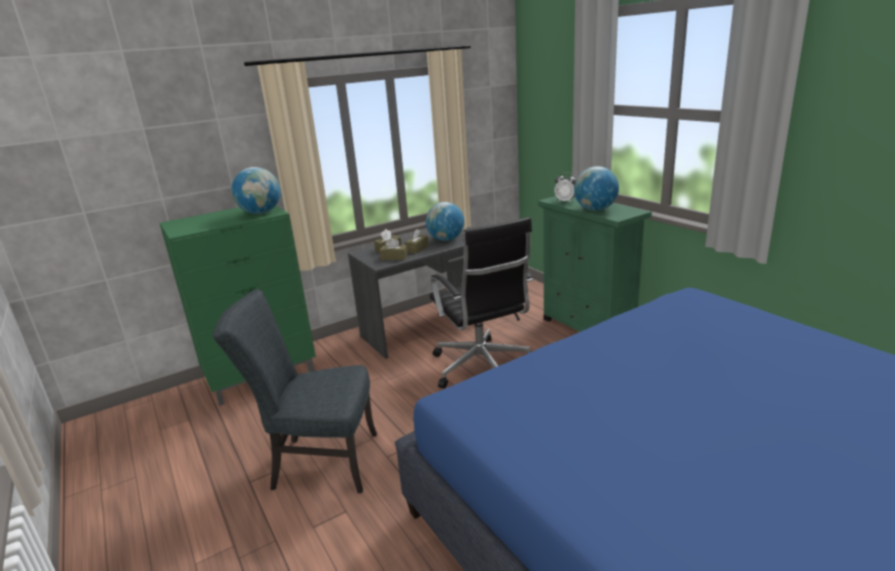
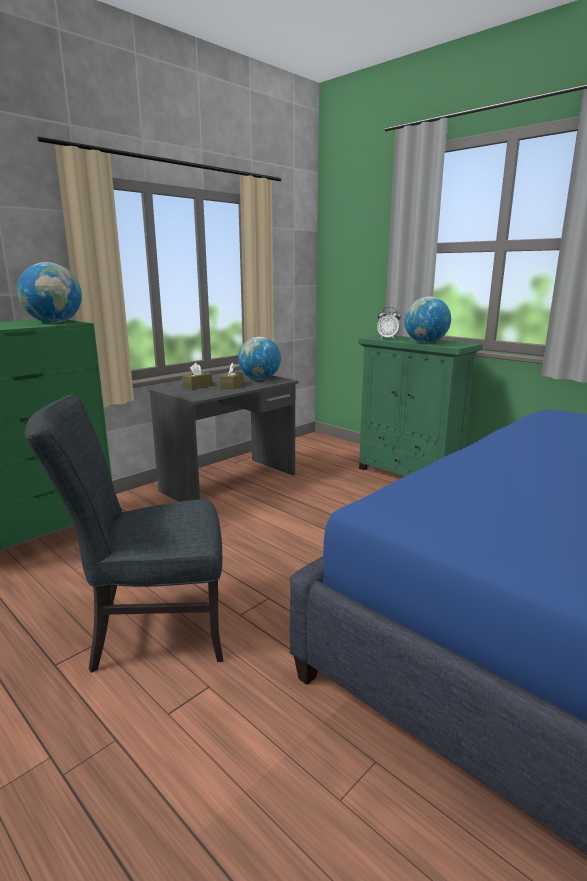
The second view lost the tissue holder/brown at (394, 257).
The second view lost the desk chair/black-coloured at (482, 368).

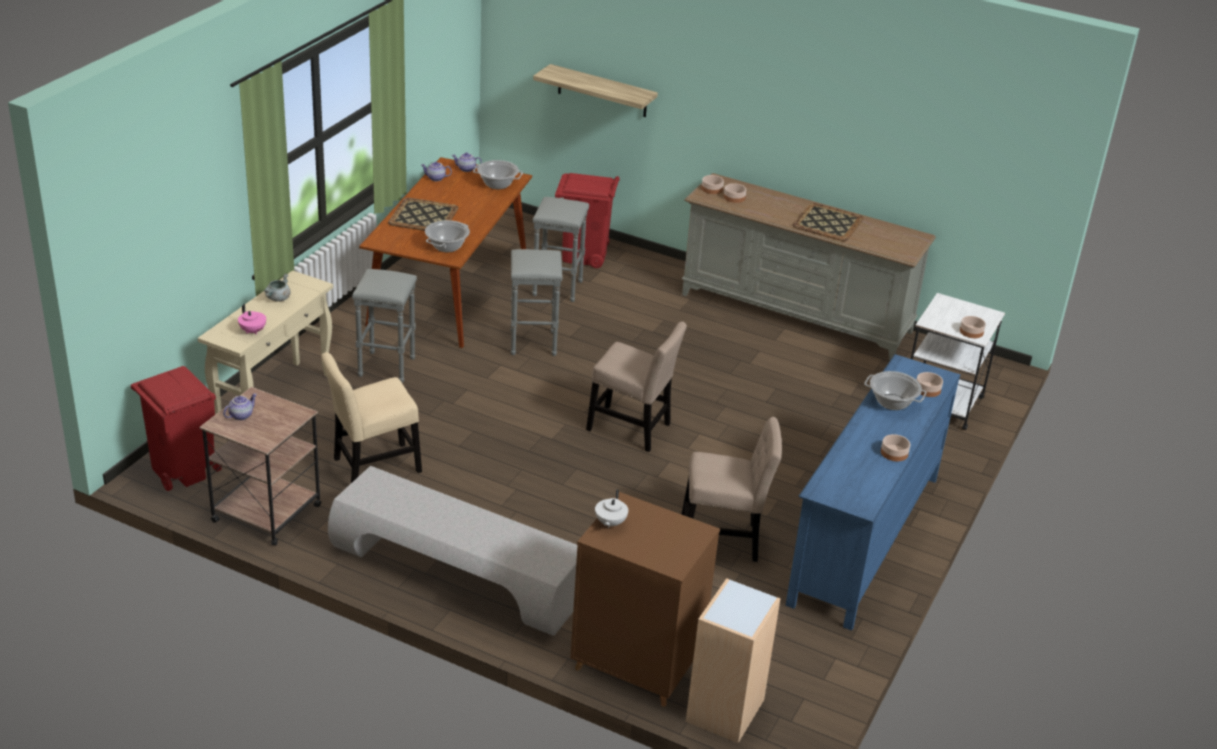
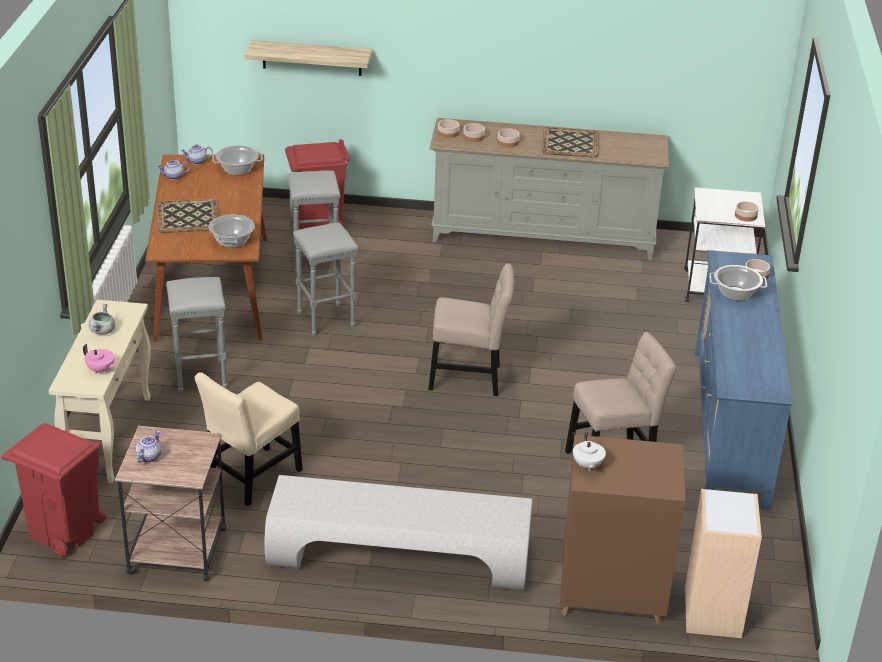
The deep dish ended up elsewhere, having gone from (893, 453) to (507, 142).

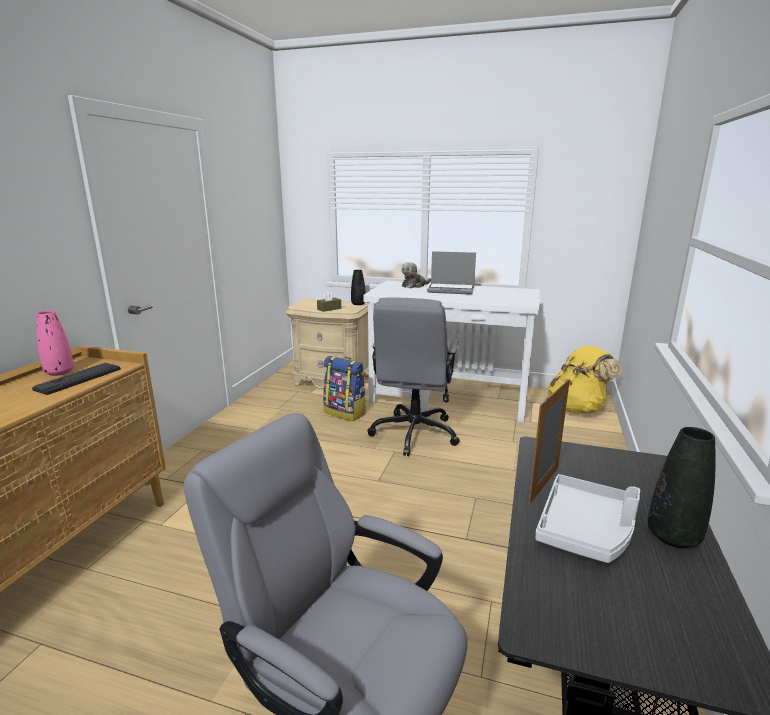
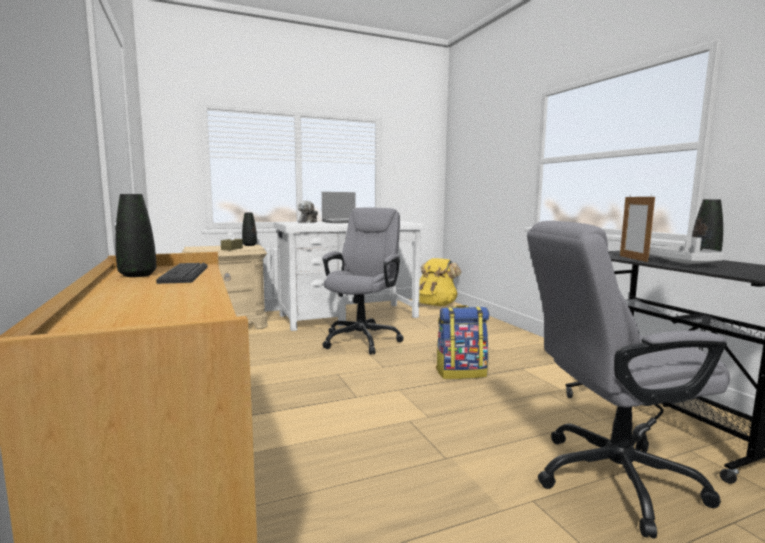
The rucksack ended up elsewhere, having gone from (345, 413) to (461, 373).
What was the vase/pink at (59, 372) turned into the vase/black-coloured at (137, 275).
The desk chair/greyish at (414, 436) ended up facing another way, 135 degrees counterclockwise from before.

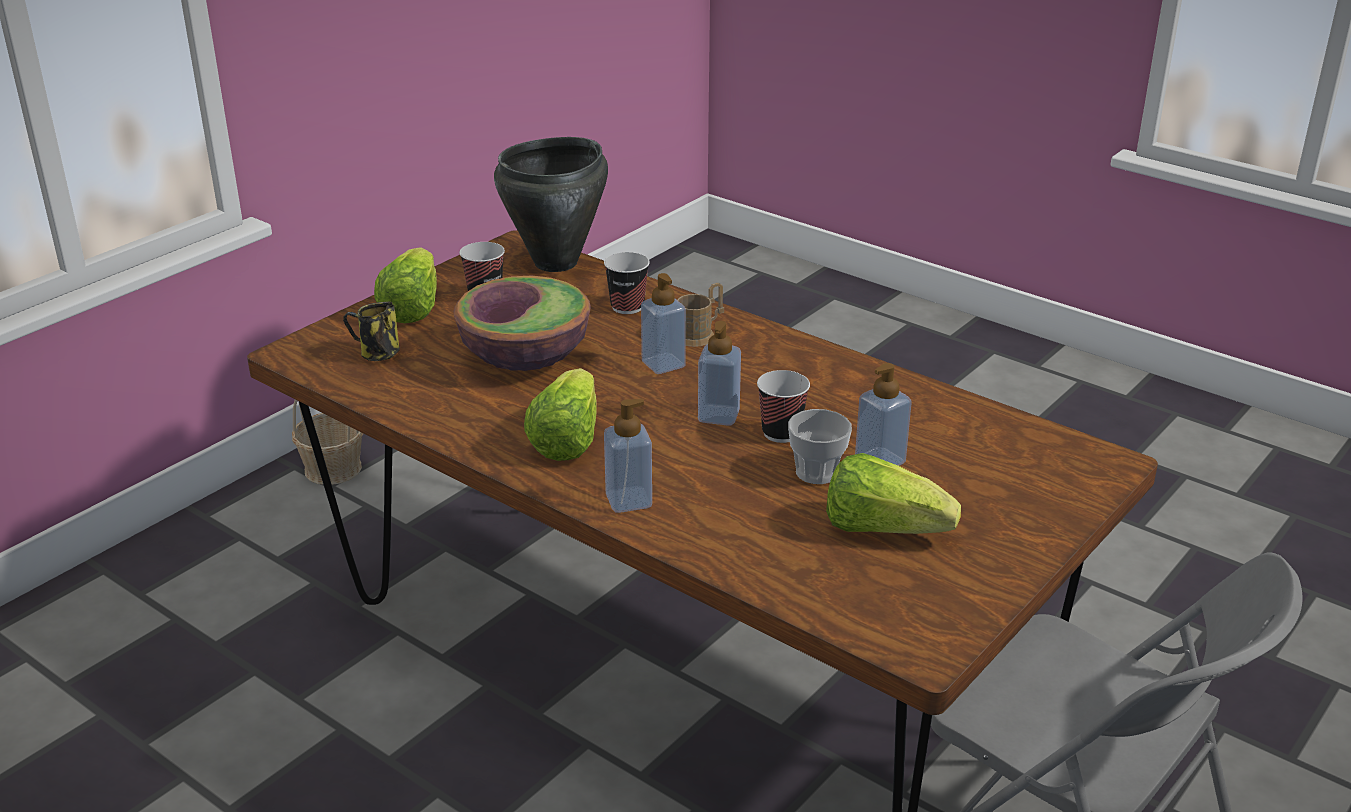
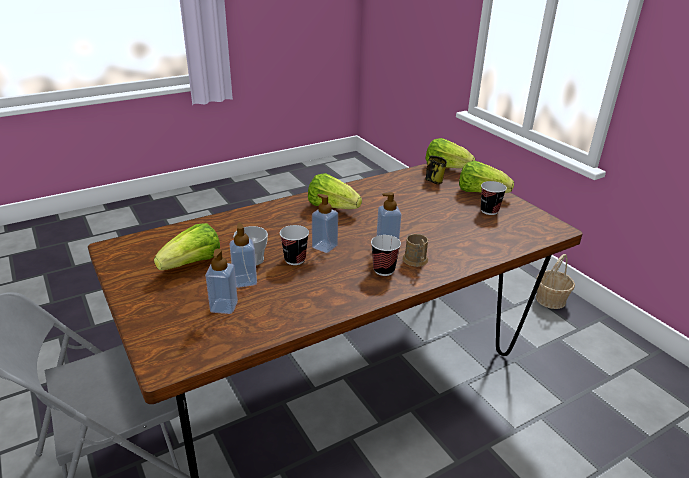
The second view lost the deep dish at (525, 358).
The second view lost the cooking pot/black-coloured at (557, 263).
The second view gained the lettuce at (446, 167).
The small cup ended up elsewhere, having gone from (627, 307) to (384, 270).
The soap bottle ended up elsewhere, having gone from (628, 500) to (224, 306).

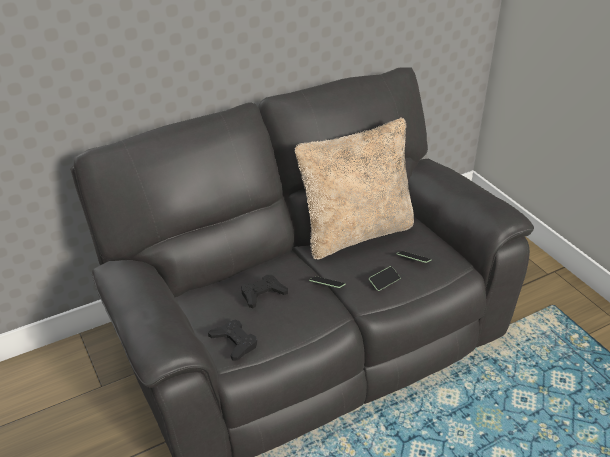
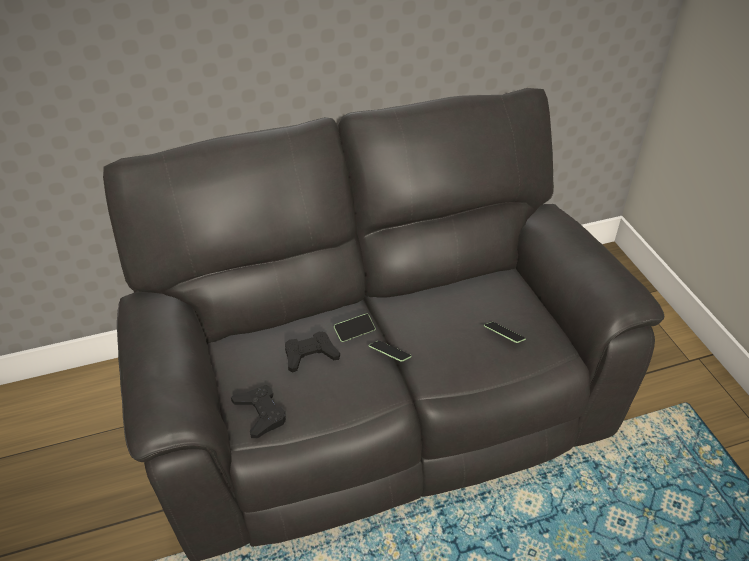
The second view lost the pillow/sand-coloured at (358, 235).
The handset ended up elsewhere, having gone from (384, 282) to (354, 331).

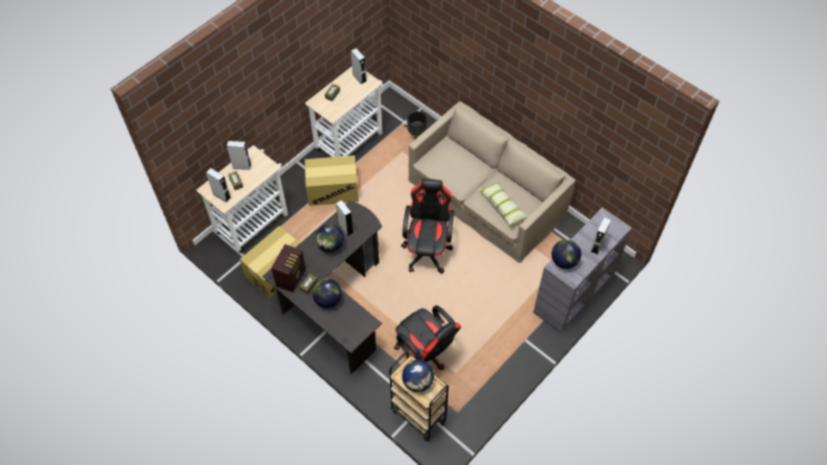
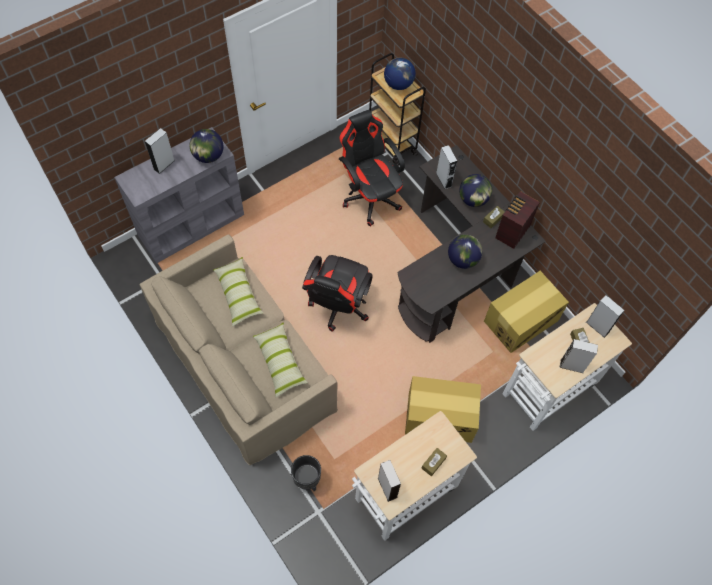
The second view gained the pillow at (280, 362).
The loudspeaker/greyish ended up elsewhere, having gone from (345, 228) to (444, 180).

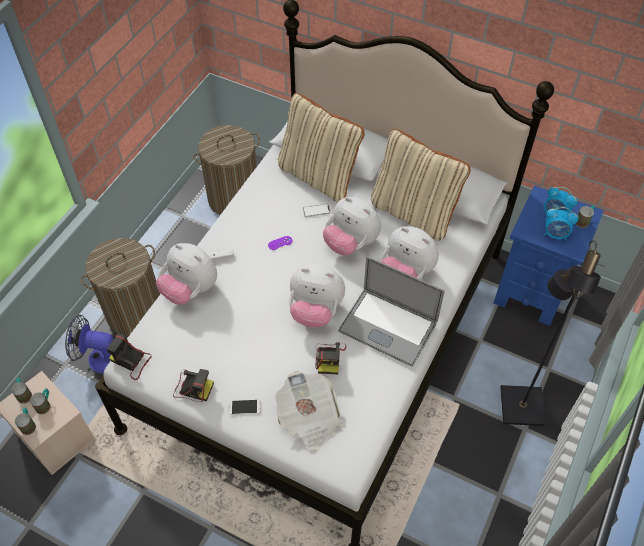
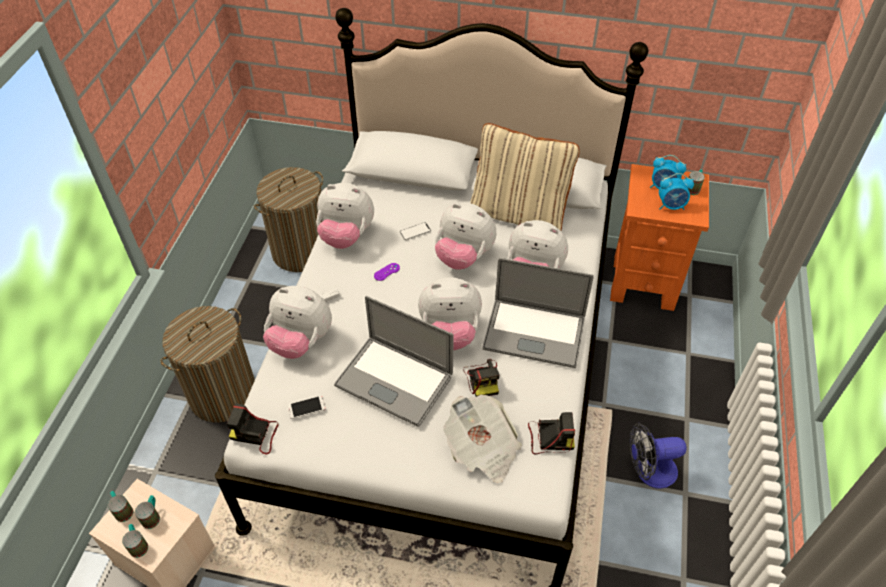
The second view lost the pillow/sand-coloured at (319, 176).
The second view lost the floor lamp/black-coloured at (522, 406).
The second view gained the cuddly toy at (346, 236).
The second view gained the portable computer at (394, 380).
The electric fan ended up elsewhere, having gone from (99, 358) to (649, 471).
The still camera ended up elsewhere, having gone from (192, 387) to (549, 438).
The handset ended up elsewhere, having gone from (244, 407) to (306, 407).
What was the night table/blue-coloured at (531, 294) turned into the night table/orange-coloured at (644, 283).

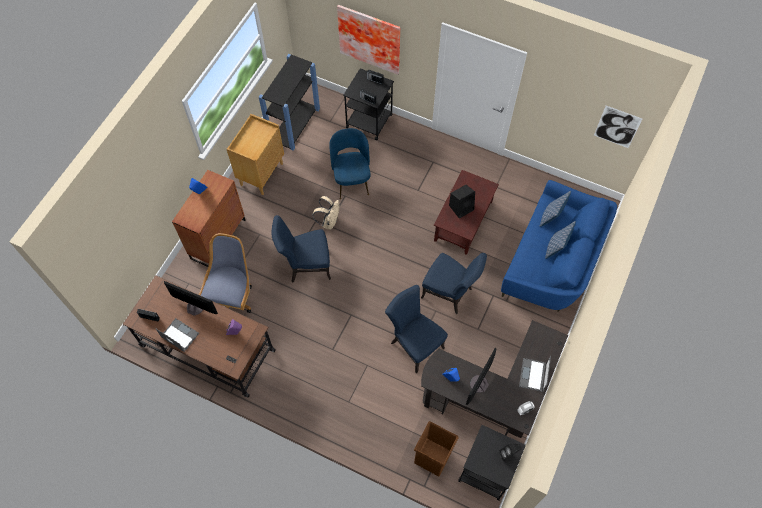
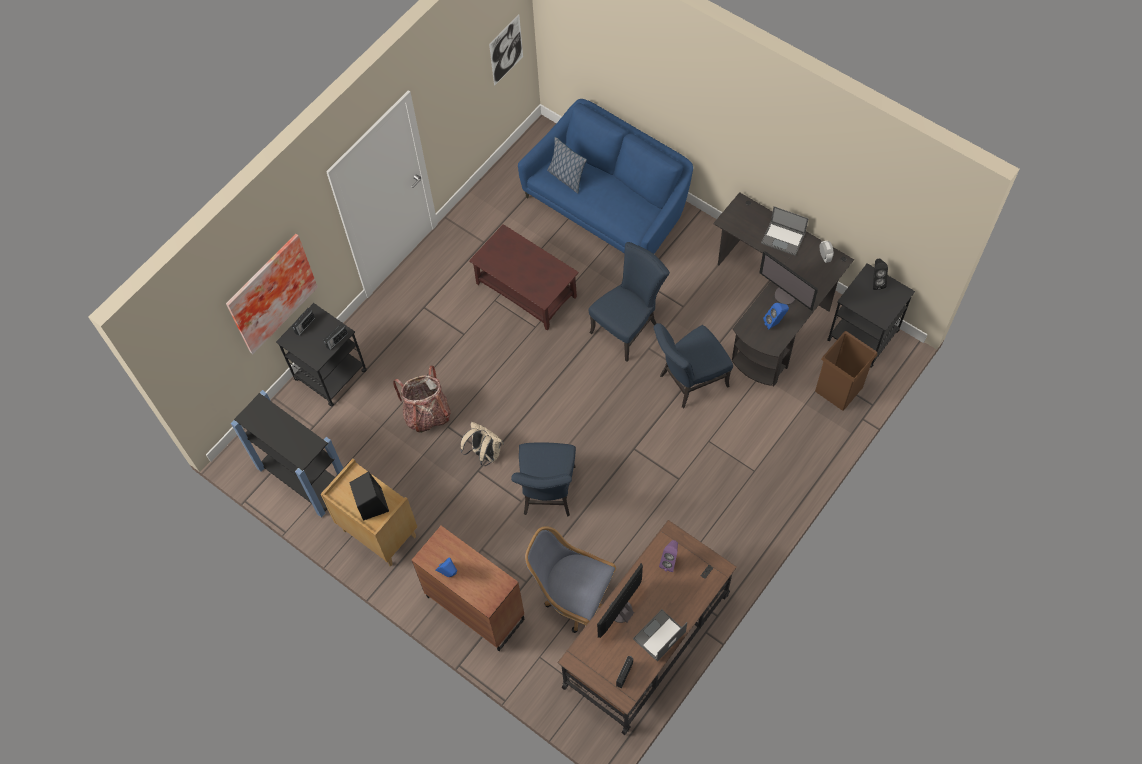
The second view lost the pillow at (556, 247).
The loudspeaker/black-coloured ended up elsewhere, having gone from (461, 207) to (371, 503).
Where the plain chair/blue-coloured stood at (352, 182), the rucksack came to stand at (427, 414).

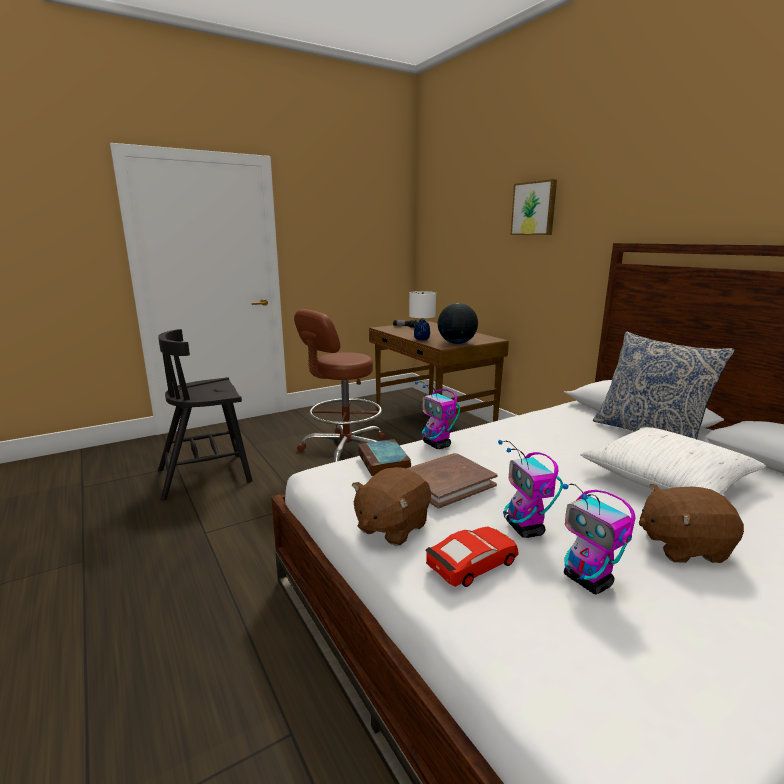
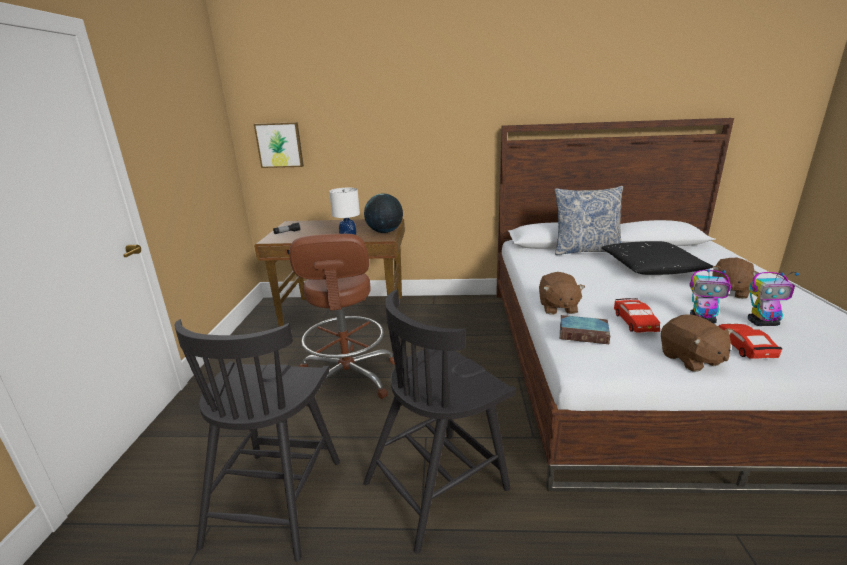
The second view gained the plain chair/black-coloured at (438, 483).
The wall art ended up elsewhere, having gone from (534, 208) to (280, 145).
Where the book/brown stood at (446, 483), the miniature car/red came to stand at (635, 322).
Where the toy robot stood at (437, 445), the cuddly toy/brown came to stand at (557, 307).
What was the pillow/white at (668, 480) turned into the pillow/black-coloured at (650, 268).

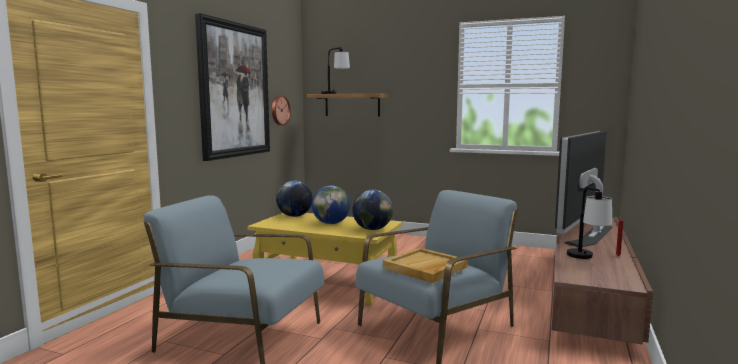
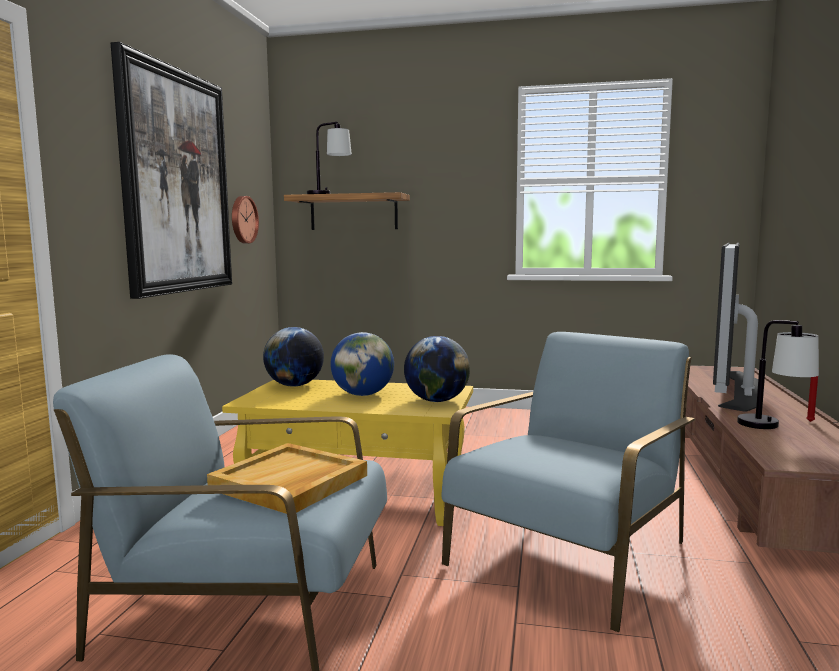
The tray/sand-coloured ended up elsewhere, having gone from (425, 268) to (289, 483).

